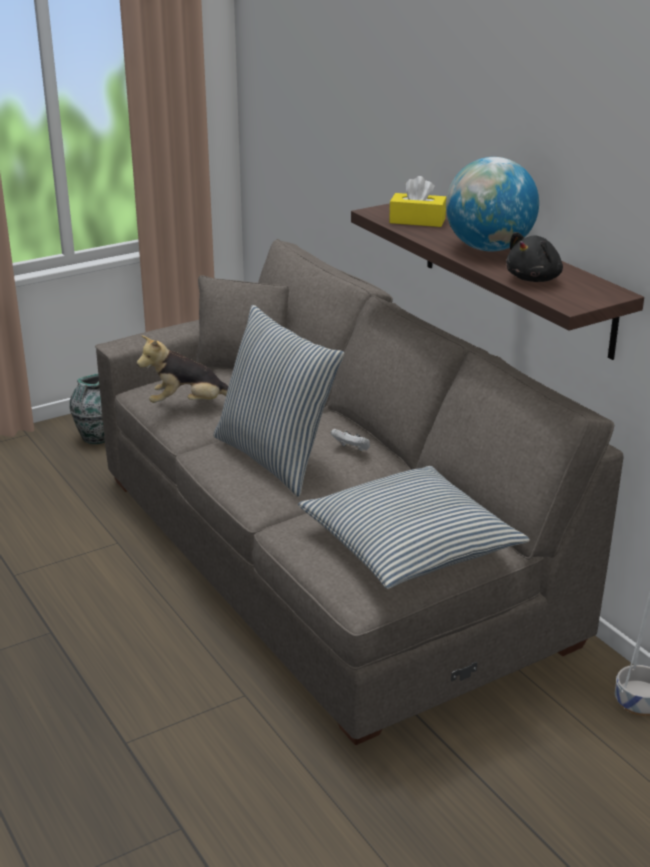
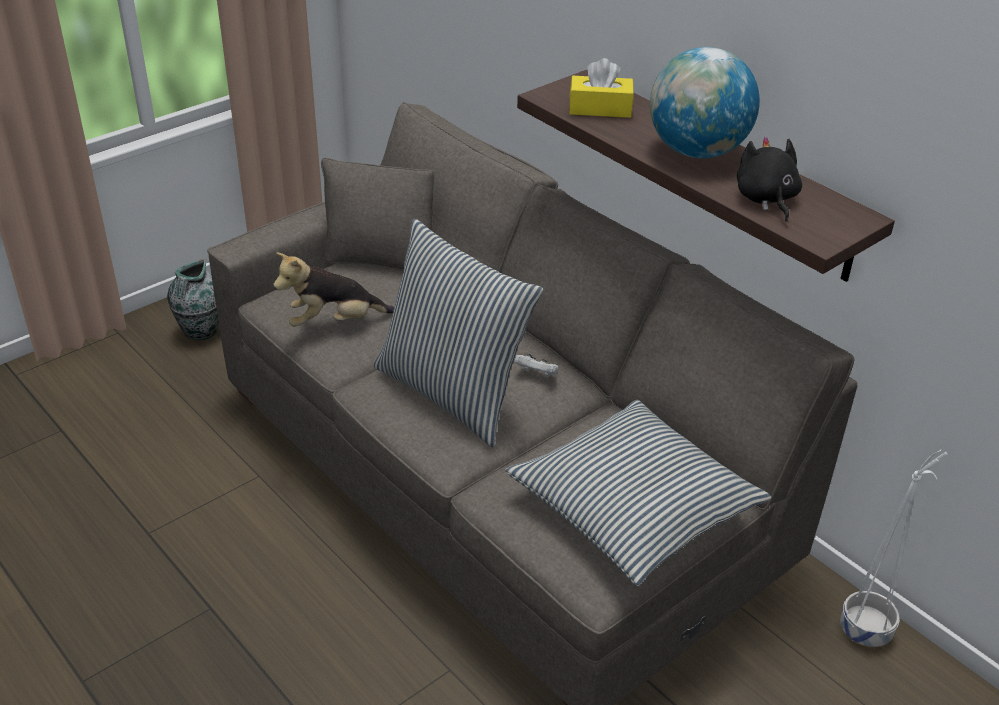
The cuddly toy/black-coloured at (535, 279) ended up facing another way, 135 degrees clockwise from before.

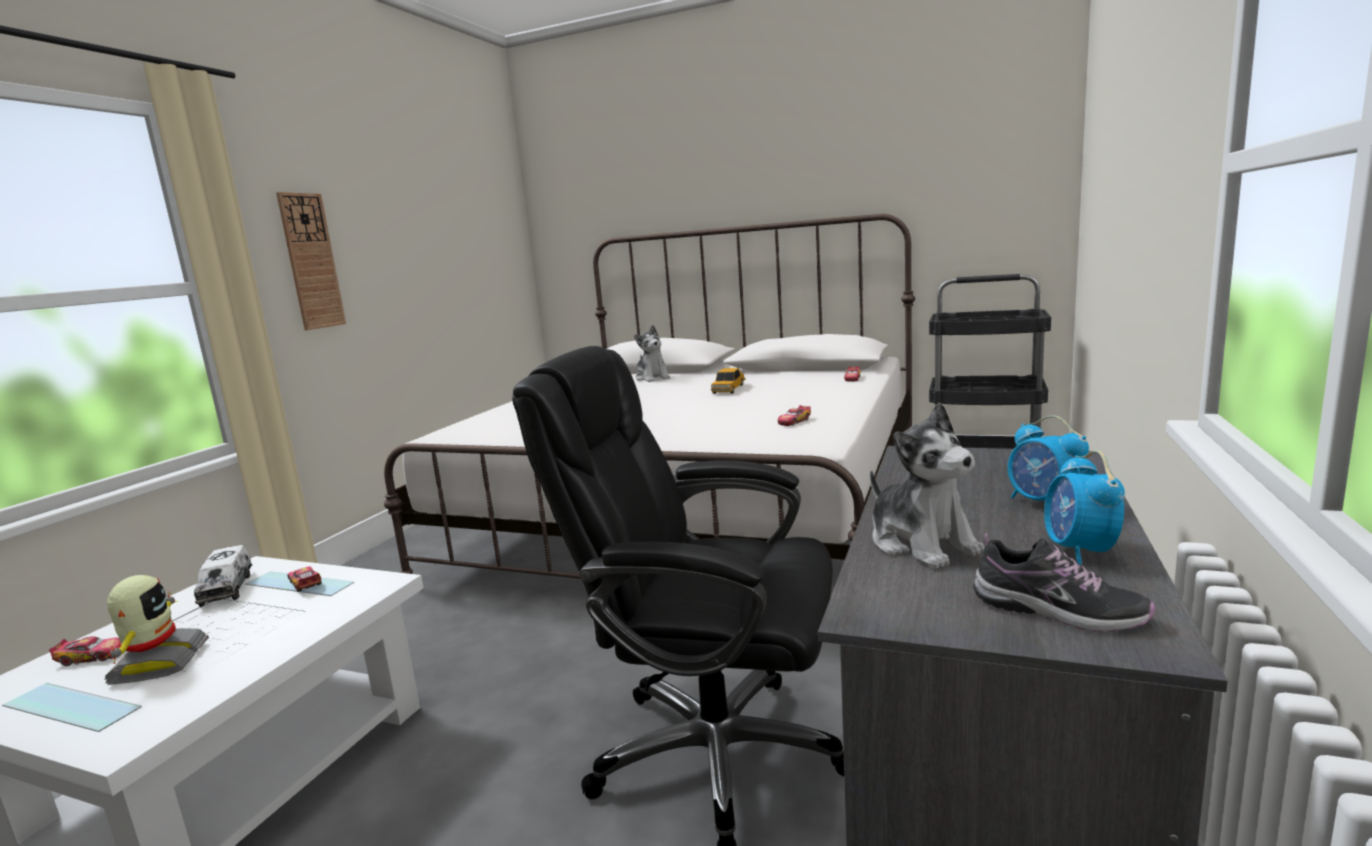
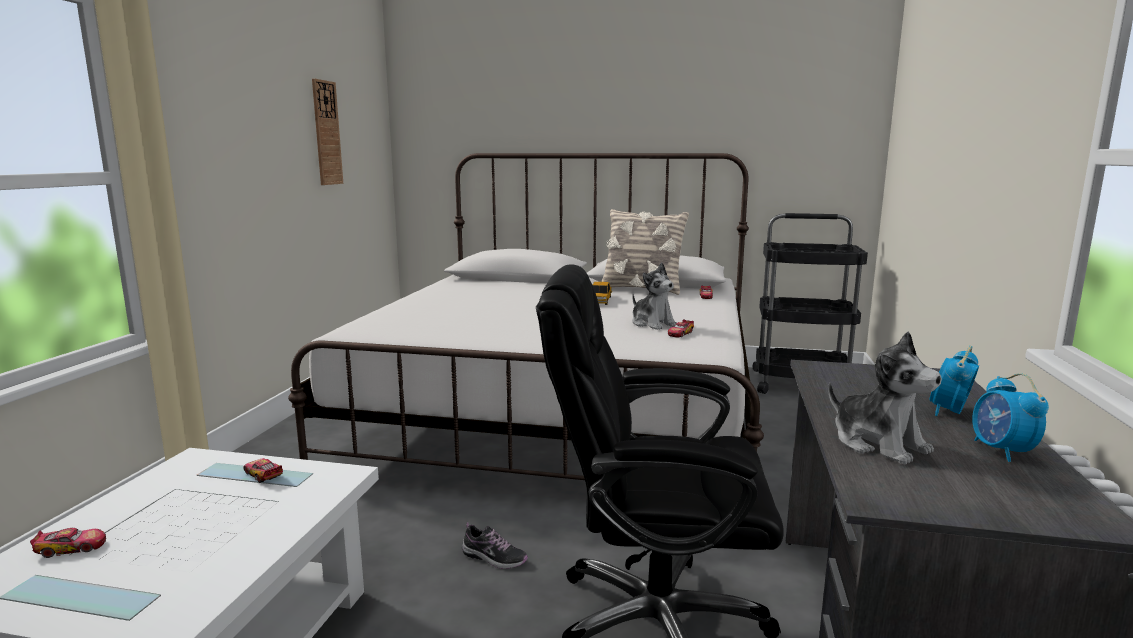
The second view lost the toy robot at (157, 663).
The second view lost the toy lorry at (227, 588).
The second view gained the pillow/sand-coloured at (642, 289).
The clock on the wall ended up elsewhere, having gone from (311, 261) to (326, 133).
The cuddly toy ended up elsewhere, having gone from (652, 378) to (652, 323).
The shoe ended up elsewhere, having gone from (1058, 611) to (494, 558).
The table clock at (1044, 503) ended up facing another way, 75 degrees clockwise from before.

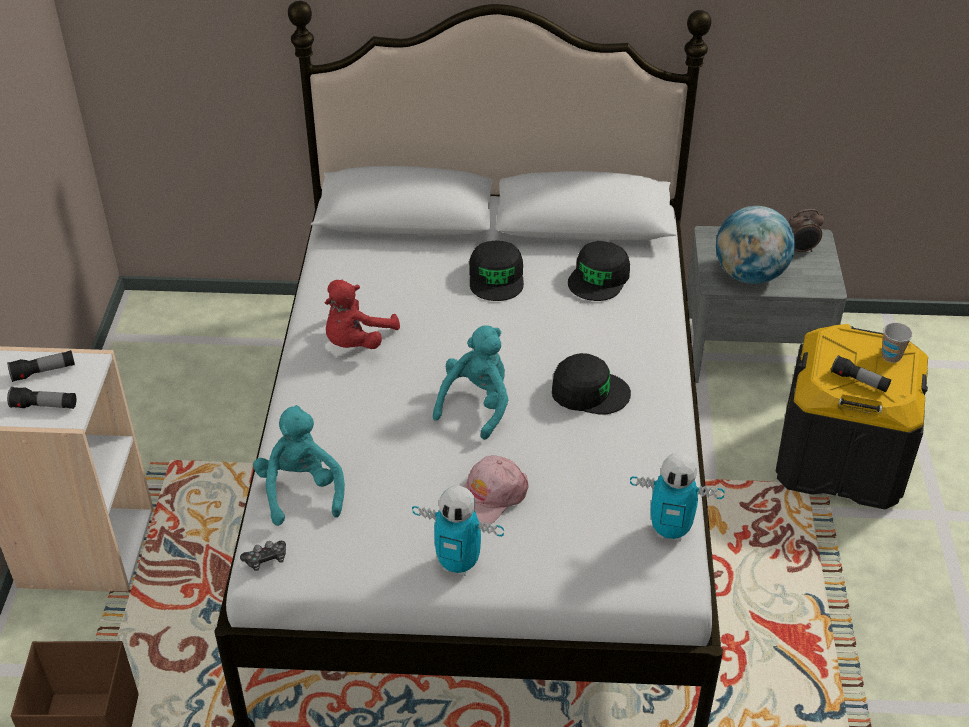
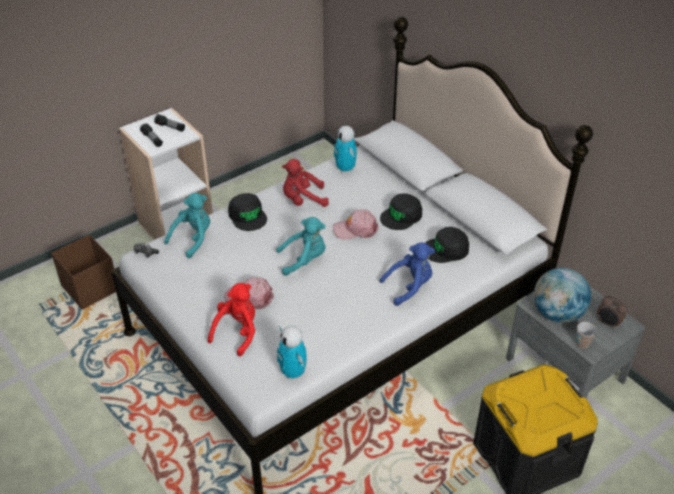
The second view lost the torch at (859, 381).
The second view gained the cuddly toy/red at (237, 332).
The second view gained the baseball cap/pink at (355, 229).
The second view gained the cuddly toy/blue-coloured at (409, 286).
The toy robot ended up elsewhere, having gone from (458, 564) to (345, 169).
The baseball cap/black-coloured ended up elsewhere, having gone from (589, 391) to (247, 216).
The small cup ended up elsewhere, having gone from (891, 356) to (582, 343).

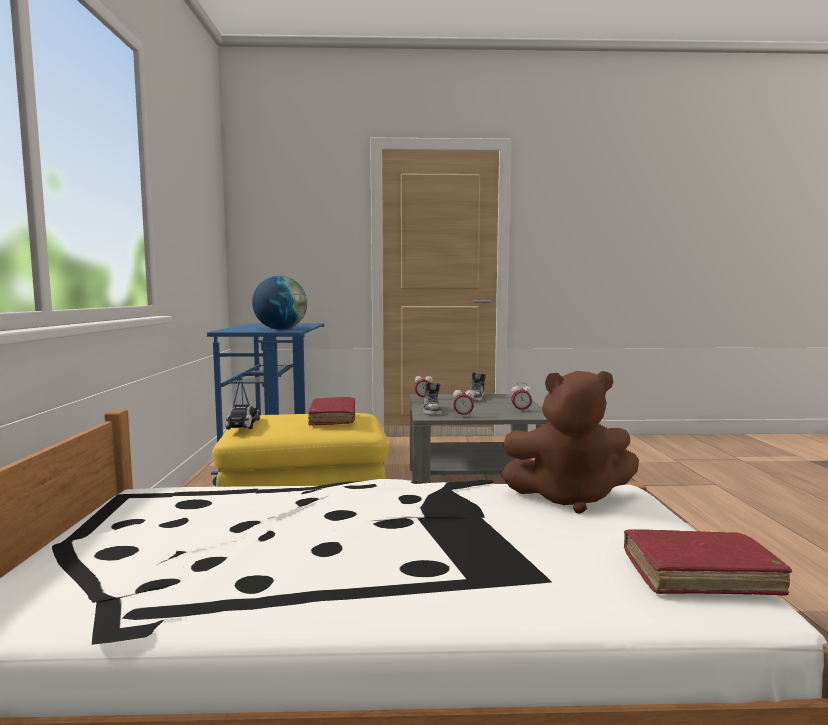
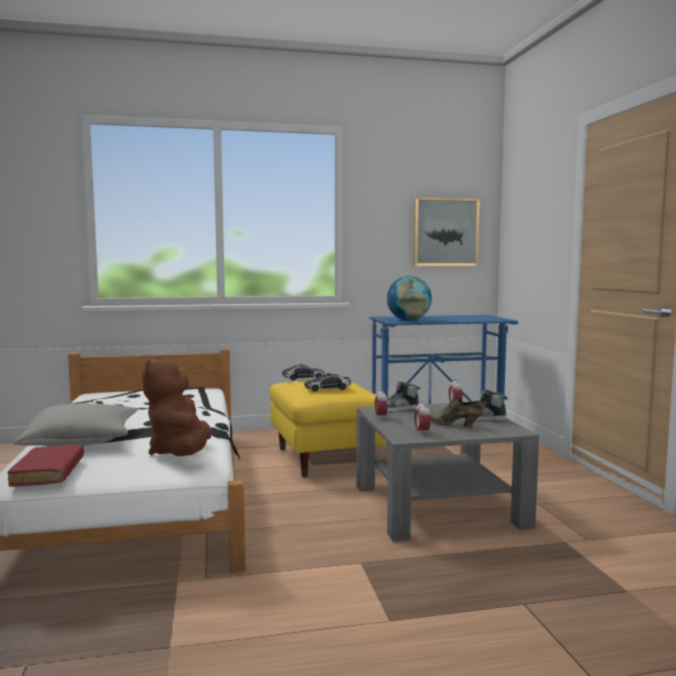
The second view gained the pillow/greyish at (82, 441).
The second view gained the wall art at (445, 232).
The second view gained the shoe/brown at (456, 425).
Where the book/red stood at (332, 418), the miniature car came to stand at (327, 389).

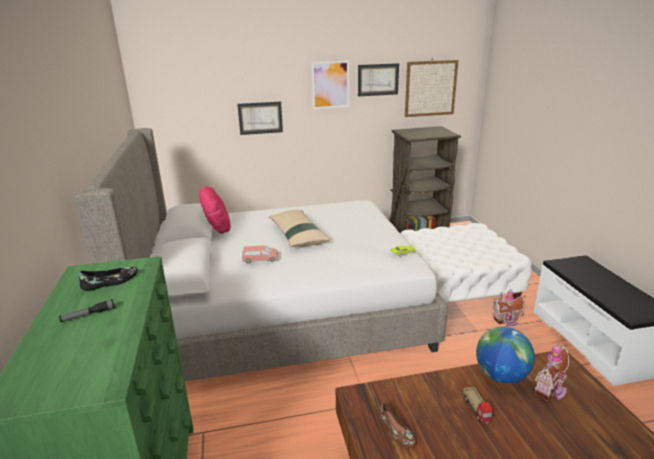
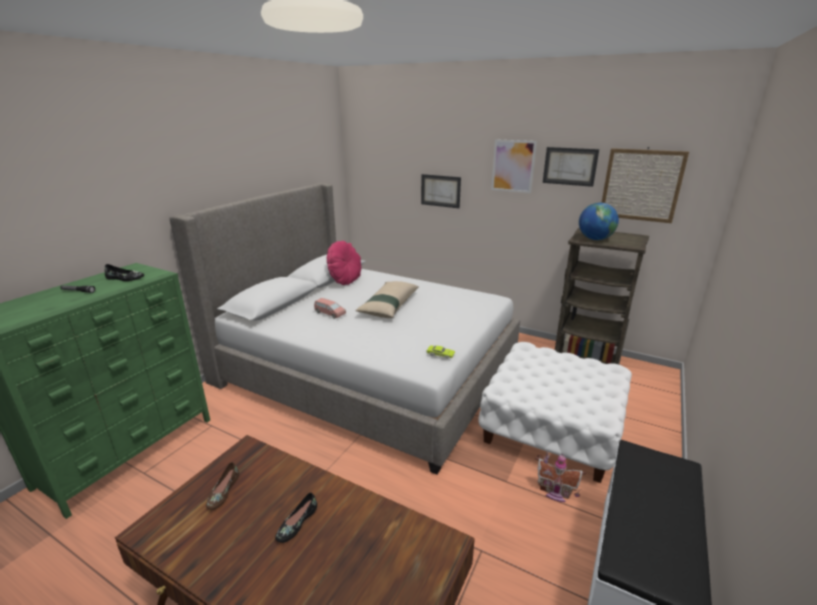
The second view lost the miniature house at (551, 390).
The world globe ended up elsewhere, having gone from (501, 376) to (595, 239).
Where the toy lorry stood at (477, 410), the shoe/black-coloured came to stand at (296, 523).

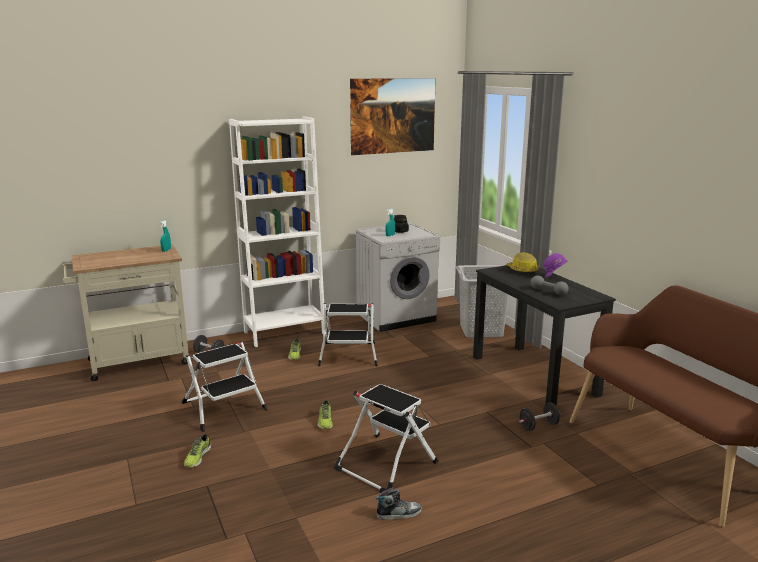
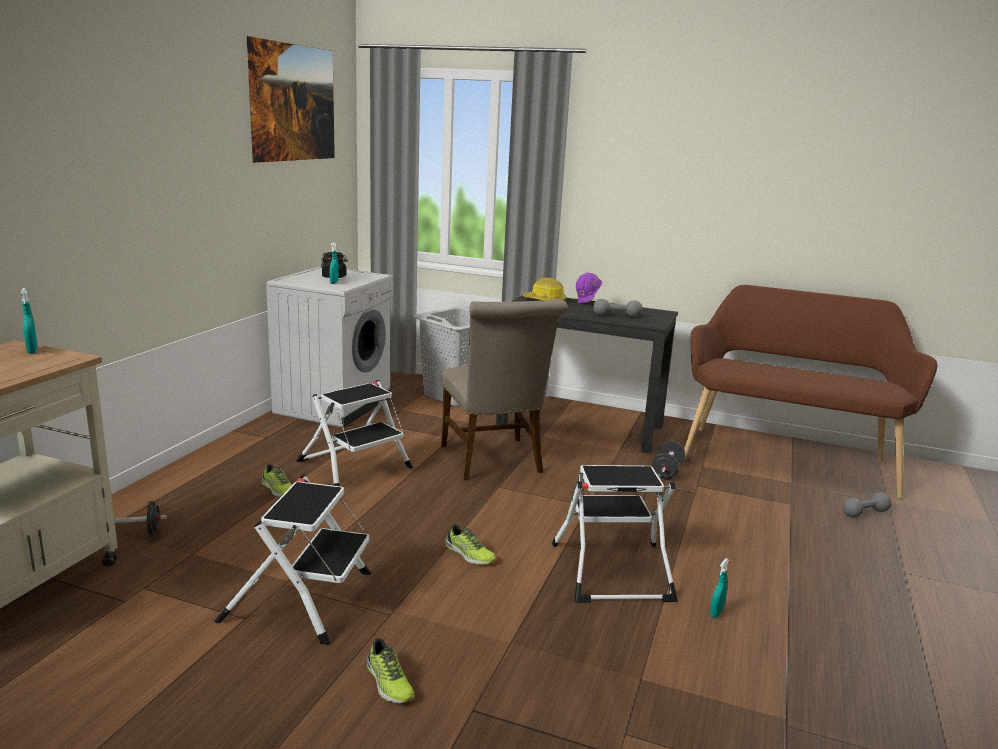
The second view lost the bookcase/white at (284, 333).
The second view gained the plain chair/sand-coloured at (494, 461).
The second view gained the free weight/greyish at (865, 513).
Where the shoe stood at (399, 513), the spray bottle/turquoise came to stand at (716, 613).

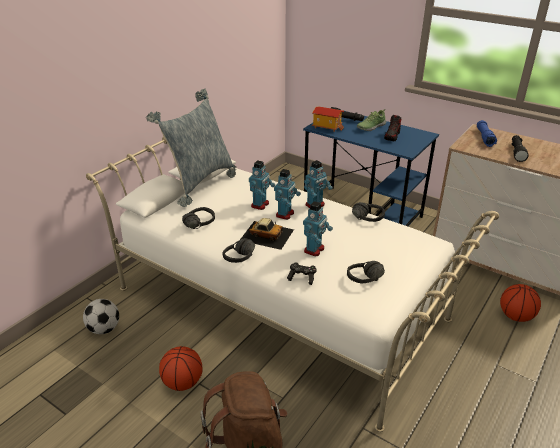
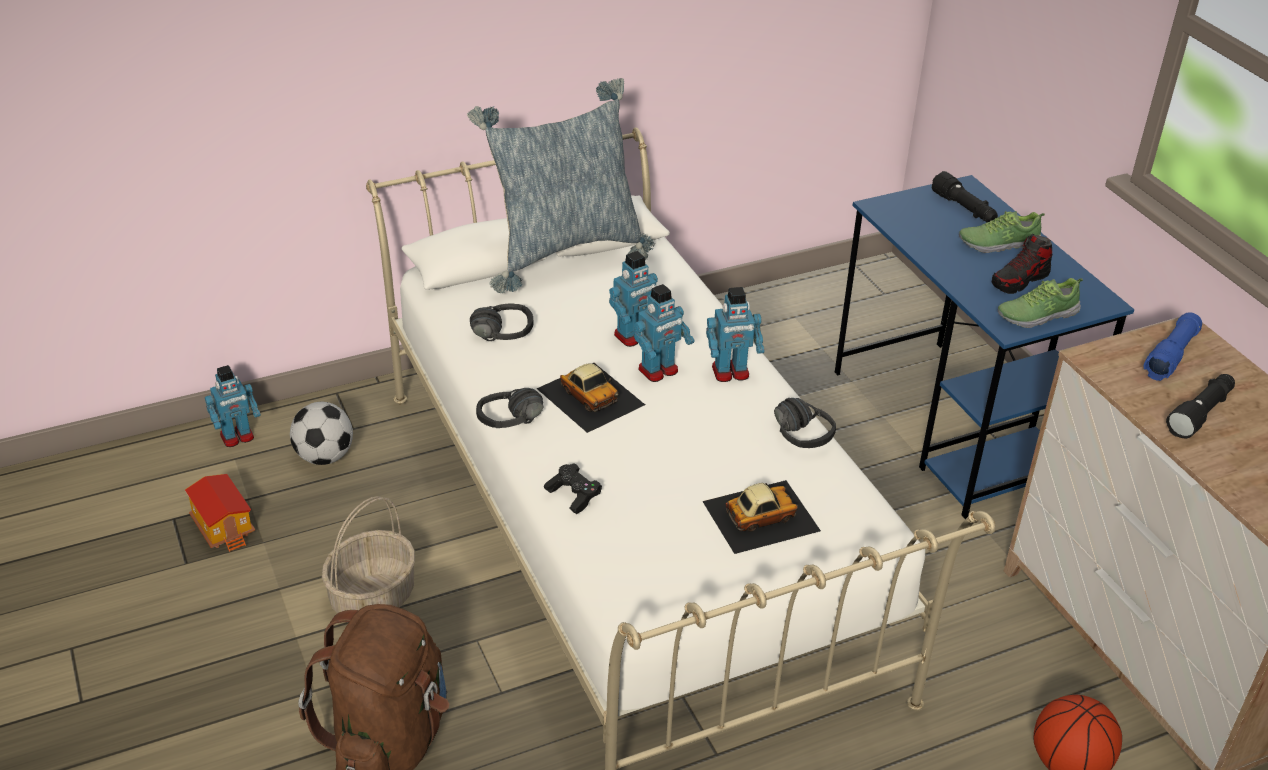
The second view lost the pair of headphones/black-coloured at (368, 282).
The second view gained the miniature car at (760, 515).
The second view gained the shoe at (1036, 315).
The toy robot ended up elsewhere, having gone from (314, 250) to (237, 437).
The miniature house ended up elsewhere, having gone from (327, 127) to (224, 527).
Where the basketball stood at (183, 383), the storage basket came to stand at (373, 595).

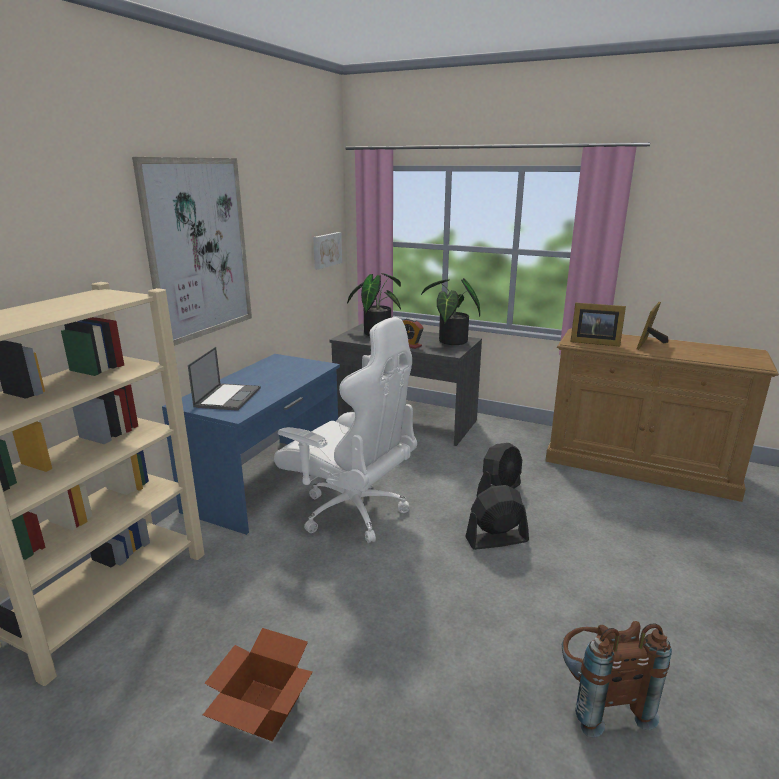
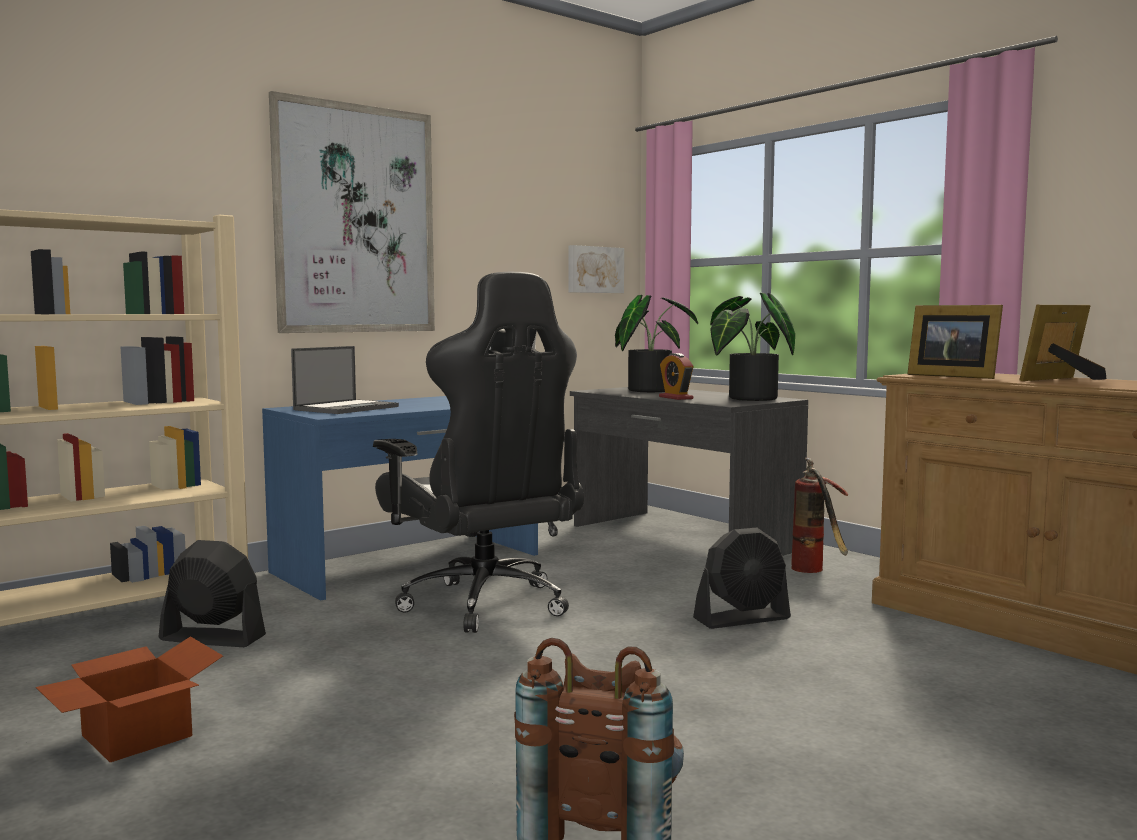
The second view gained the fire extinguisher at (817, 571).
The electric fan/black-coloured ended up elsewhere, having gone from (496, 539) to (212, 638).
What was the desk chair/white at (348, 510) turned into the desk chair/black-coloured at (479, 602).

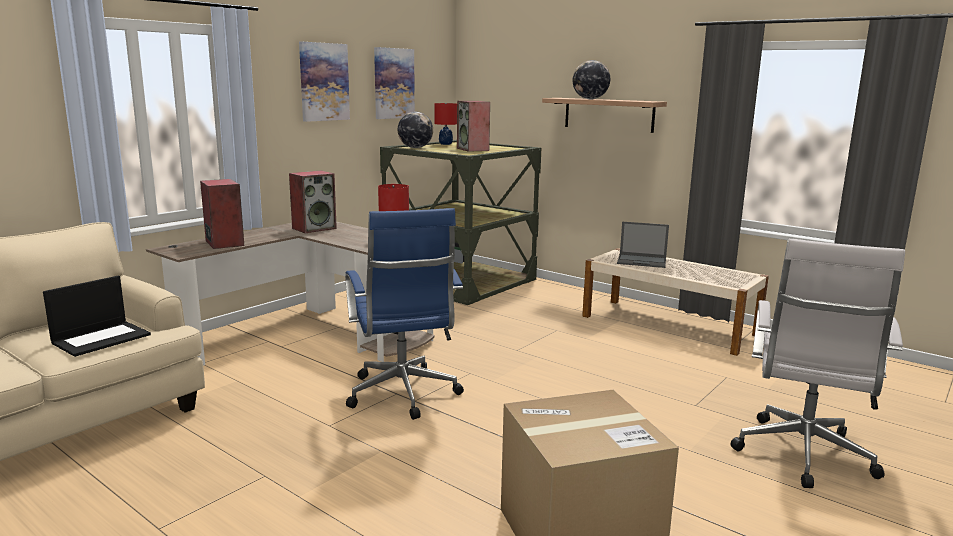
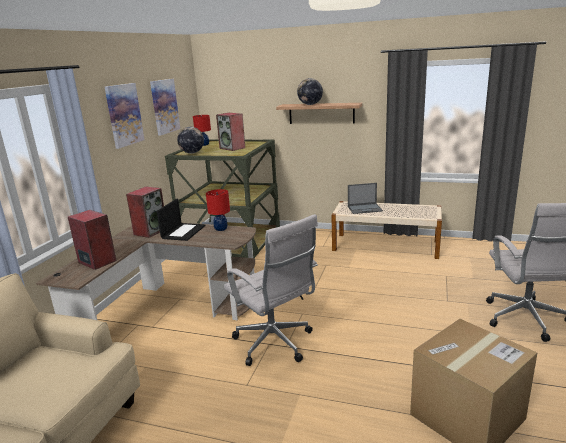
The portable computer ended up elsewhere, having gone from (102, 338) to (183, 232).
What was the desk chair/blue-coloured at (403, 396) turned into the desk chair/white at (275, 344).

